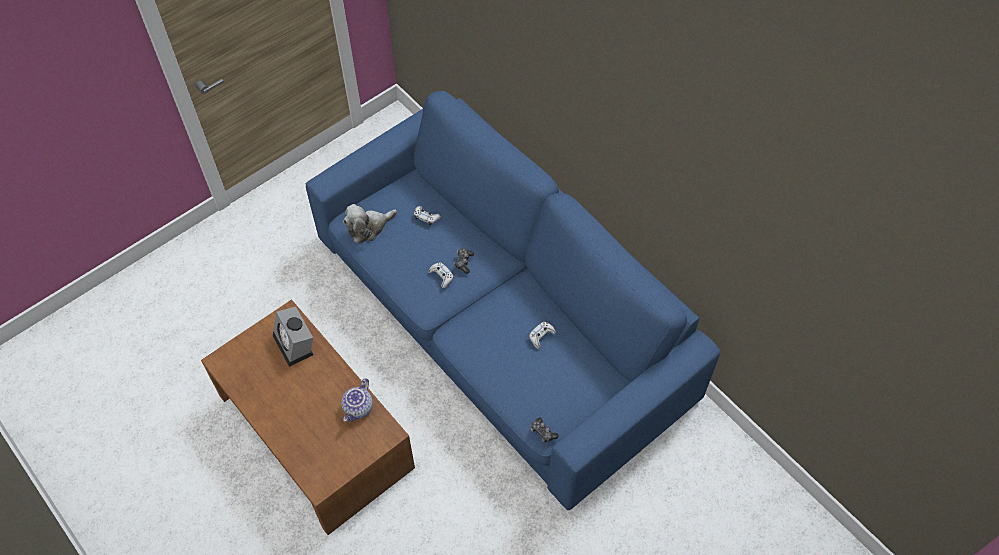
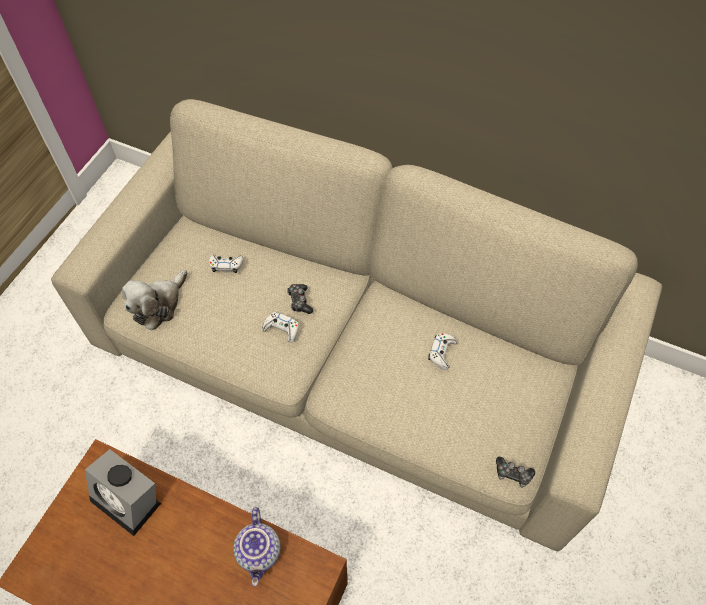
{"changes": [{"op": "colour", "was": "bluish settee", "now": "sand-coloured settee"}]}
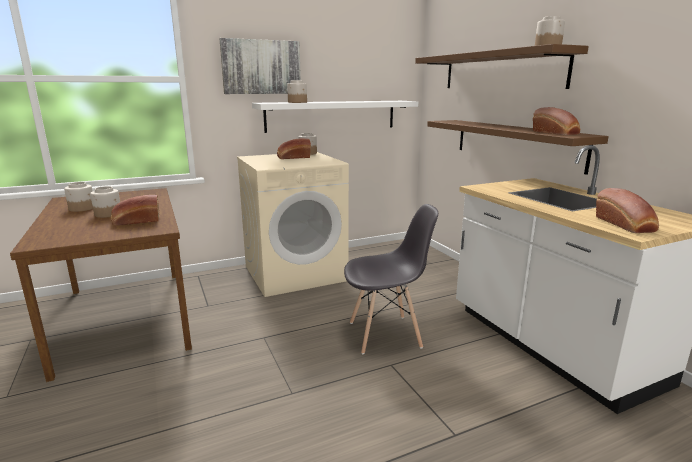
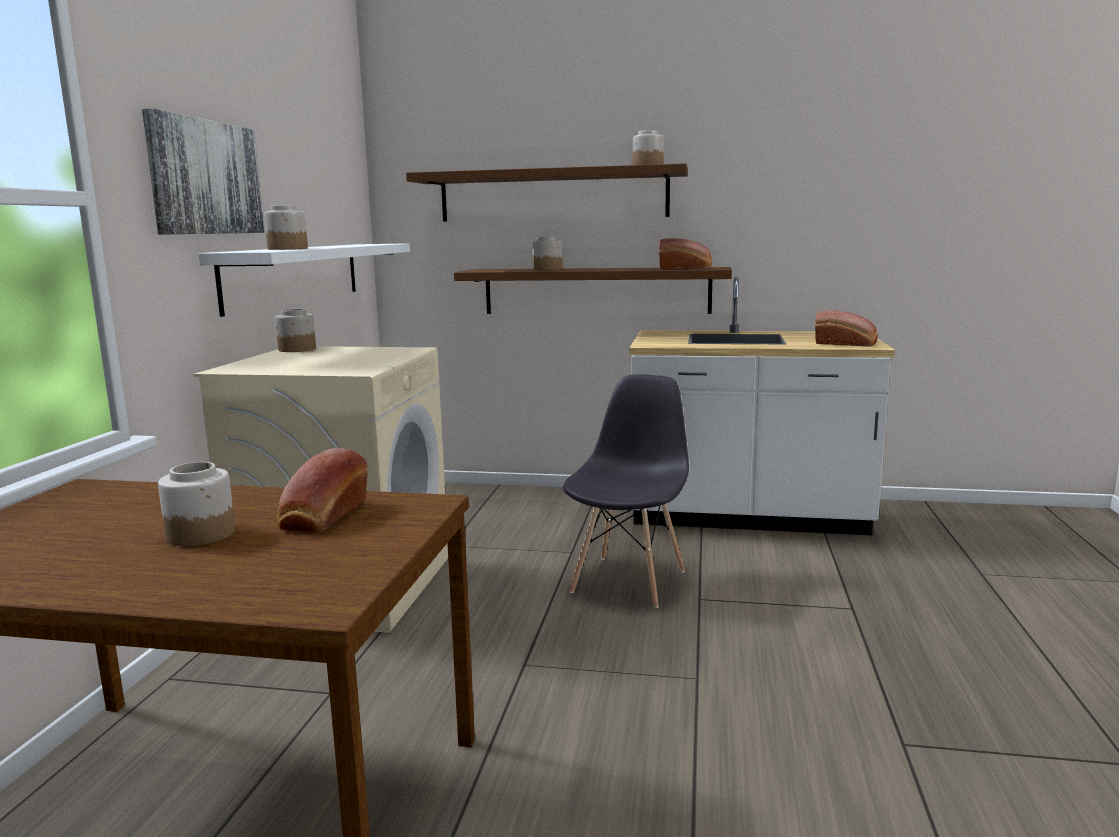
{"changes": [{"op": "relocated", "was": "jar (no. 1 from left in the first image)", "now": "jar (no. 4 from left)"}, {"op": "missing", "was": "bread (no. 2 from left)"}]}
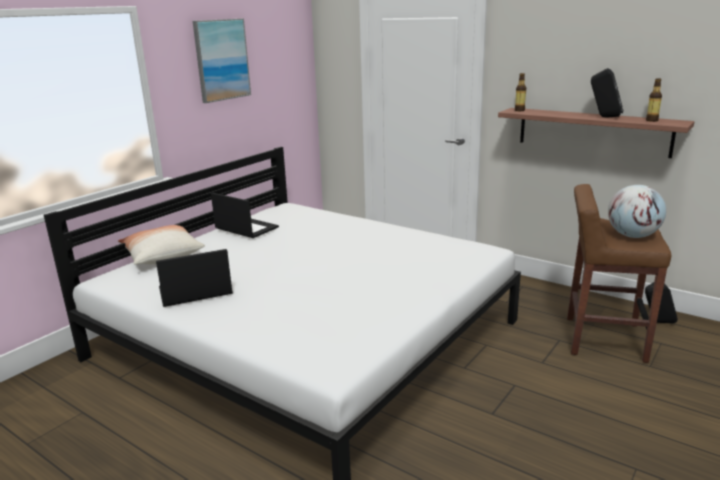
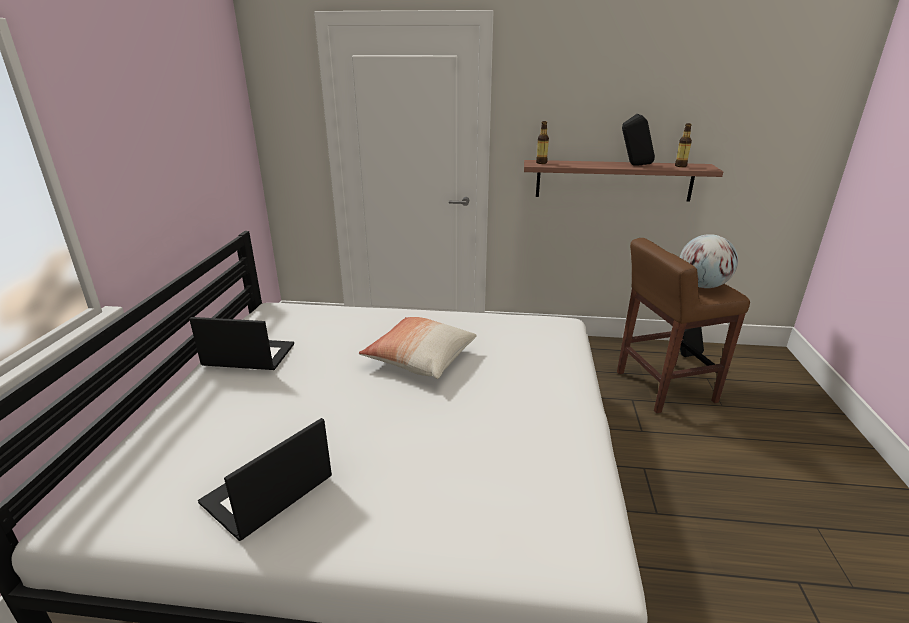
{"changes": [{"op": "relocated", "was": "cushion"}, {"op": "missing", "was": "picture"}]}
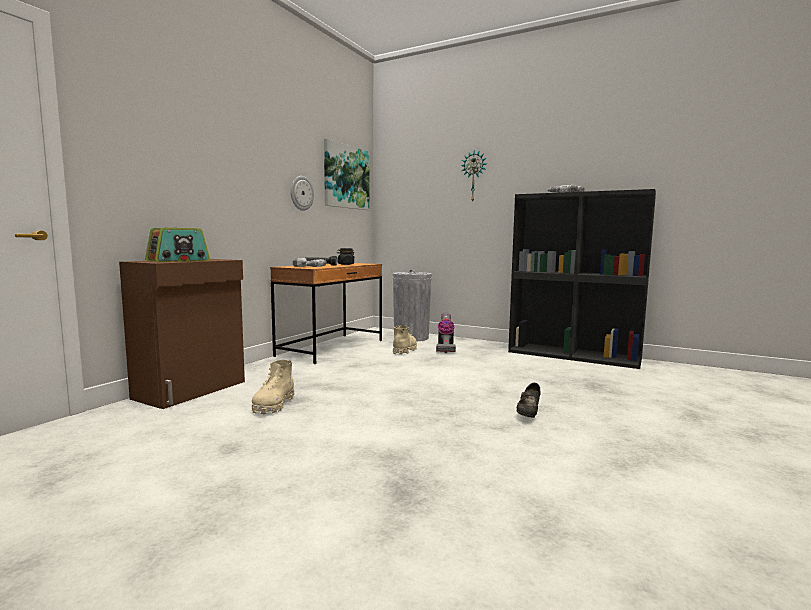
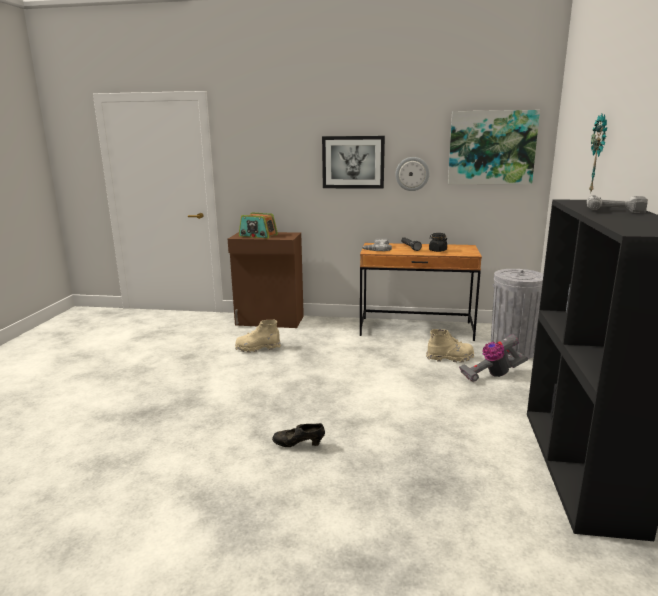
{"changes": [{"op": "appeared", "now": "picture (no. 1 from left)"}]}
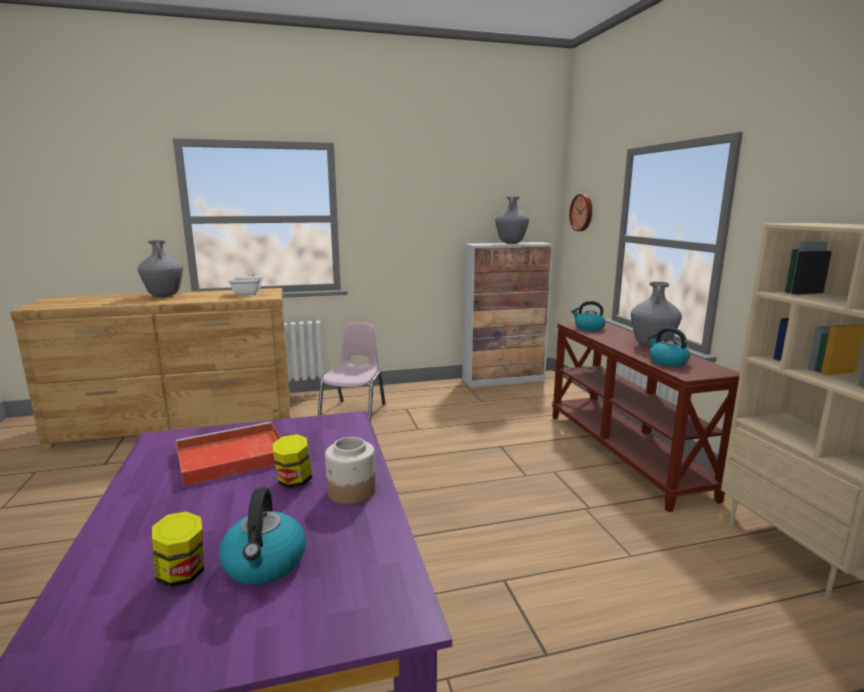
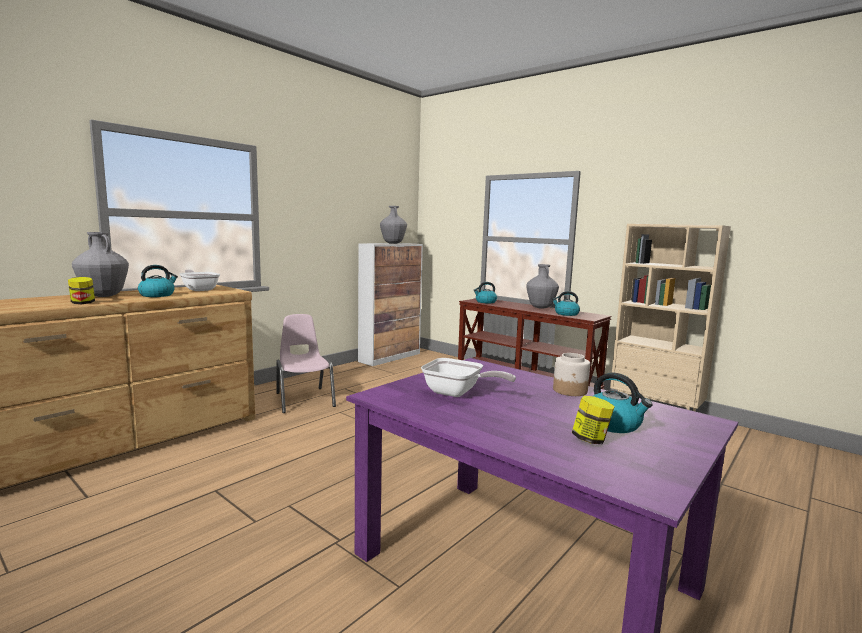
{"changes": [{"op": "exchanged", "was": "red-coloured serving tray", "now": "skillet (no. 2 from left)"}, {"op": "relocated", "was": "jar (no. 2 from left in the first image)", "now": "jar (no. 1 from left)"}, {"op": "missing", "was": "clock on the wall"}, {"op": "appeared", "now": "kettle (no. 1 from left)"}]}
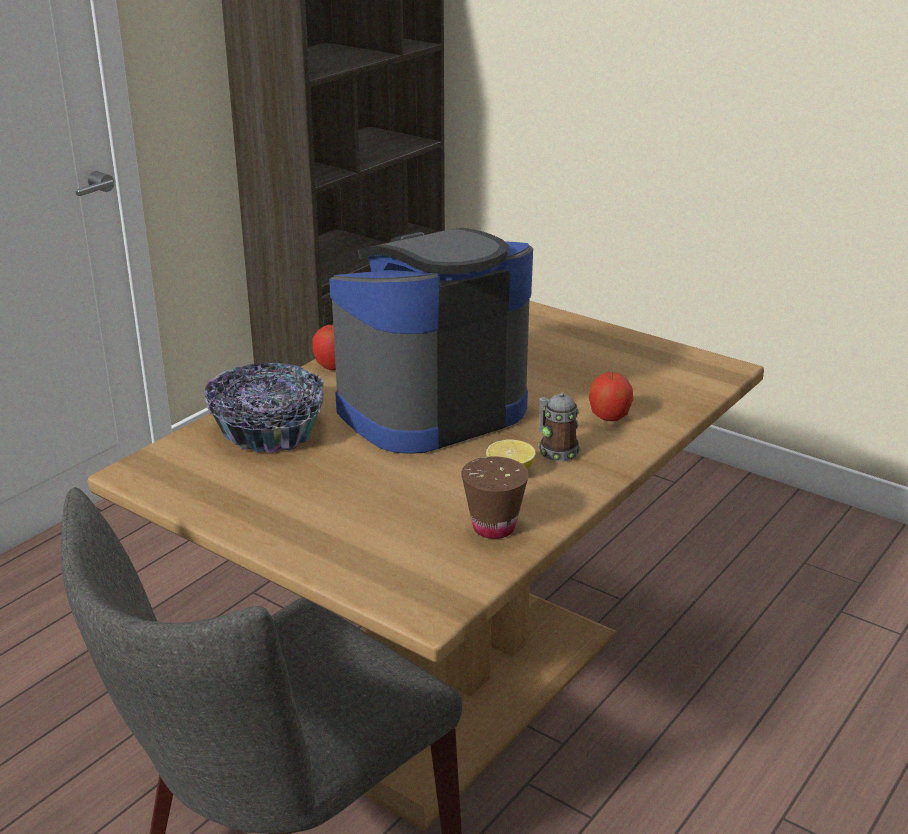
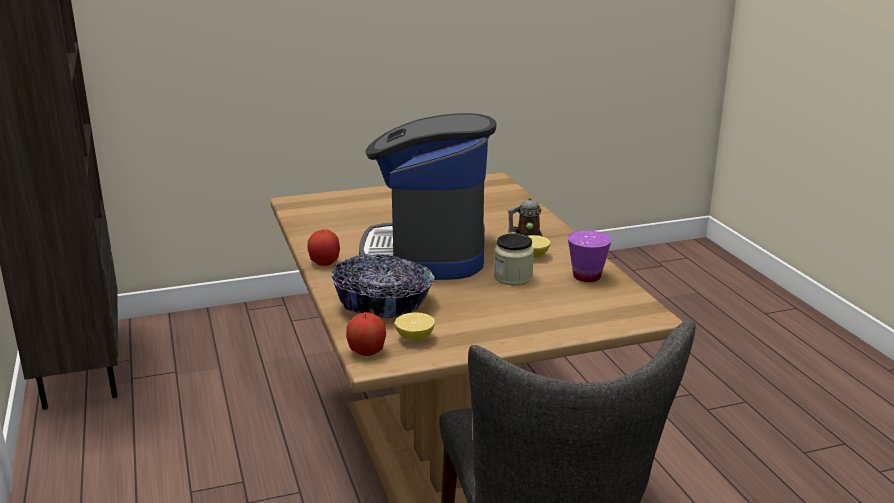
{"changes": [{"op": "colour", "was": "brown small cup", "now": "purple small cup"}, {"op": "relocated", "was": "apple (no. 2 from left)"}, {"op": "appeared", "now": "citrus fruit (no. 1 from left)"}, {"op": "appeared", "now": "jar"}]}
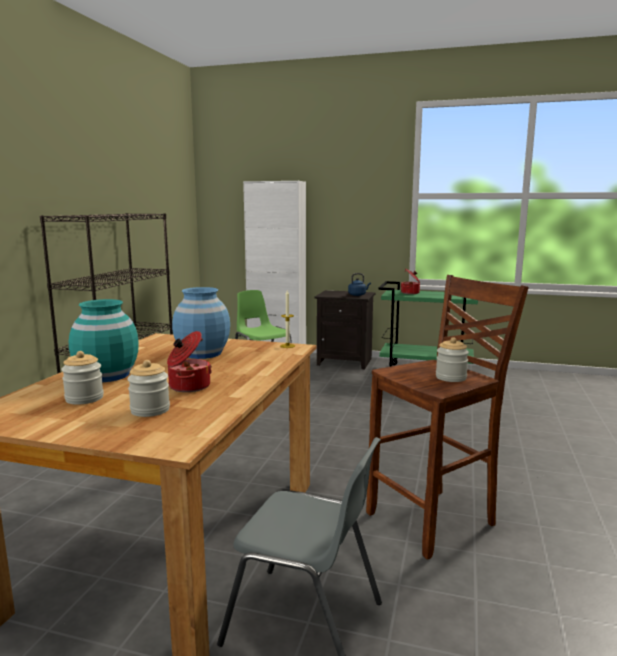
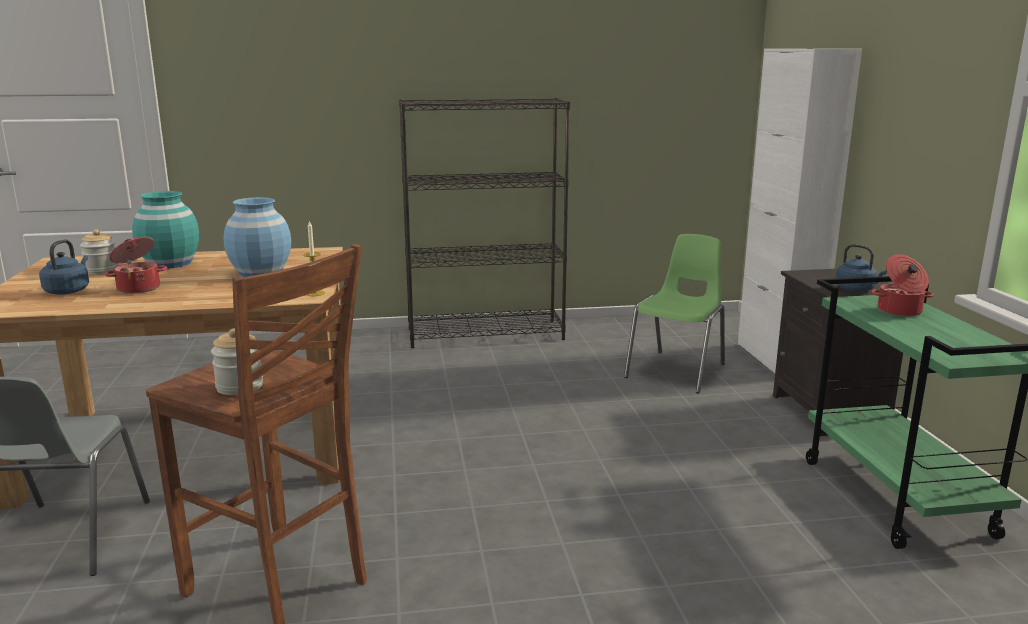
{"changes": [{"op": "exchanged", "was": "jar (no. 2 from left)", "now": "bluish kettle (no. 1 from left)"}]}
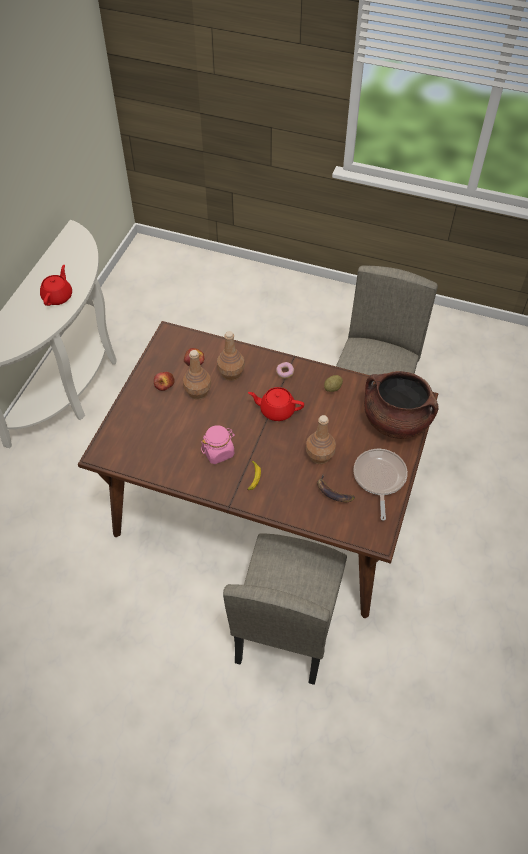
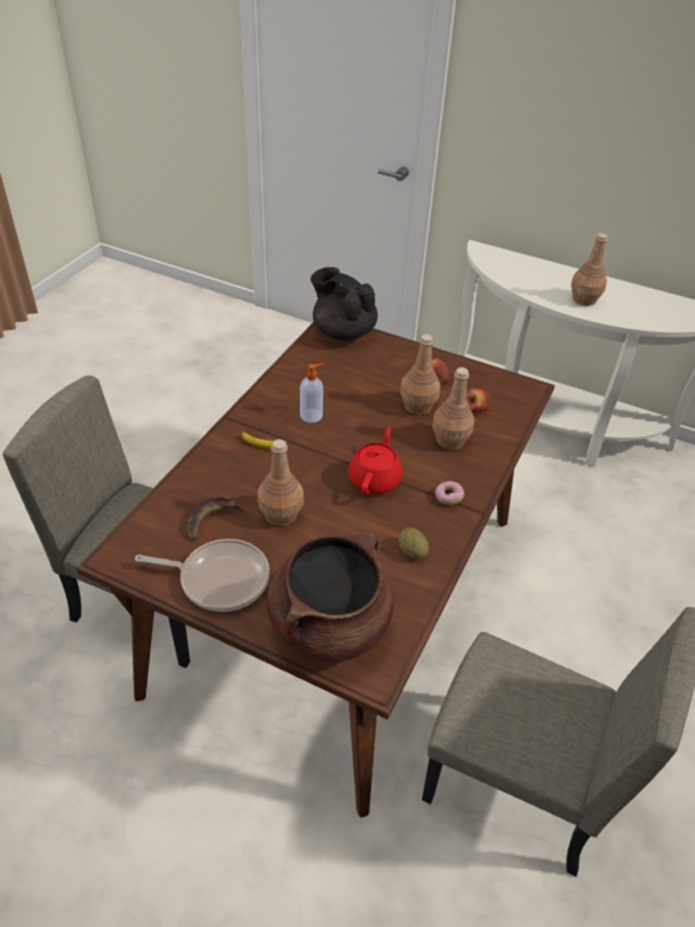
{"changes": [{"op": "exchanged", "was": "red-coloured teapot (no. 1 from left)", "now": "brown drink bottle (no. 4 from left)"}, {"op": "exchanged", "was": "pink jar", "now": "soap bottle"}, {"op": "appeared", "now": "black-coloured teapot"}]}
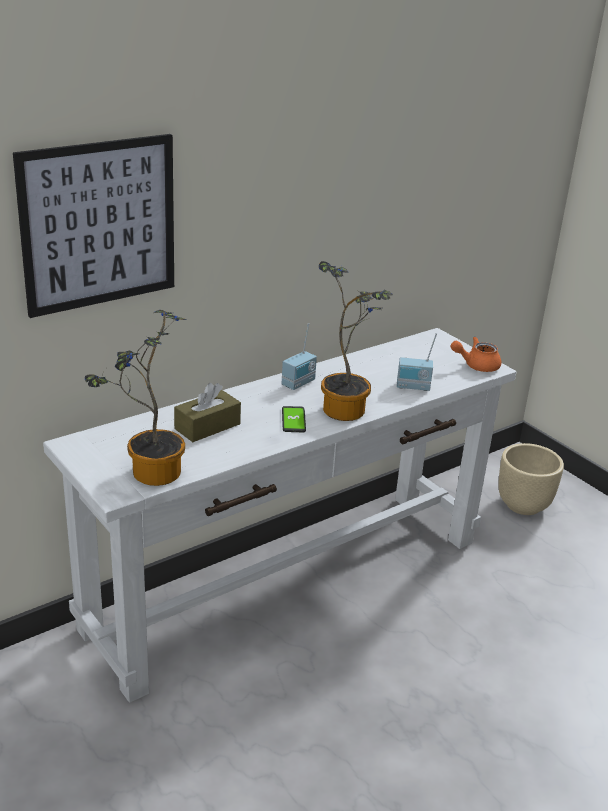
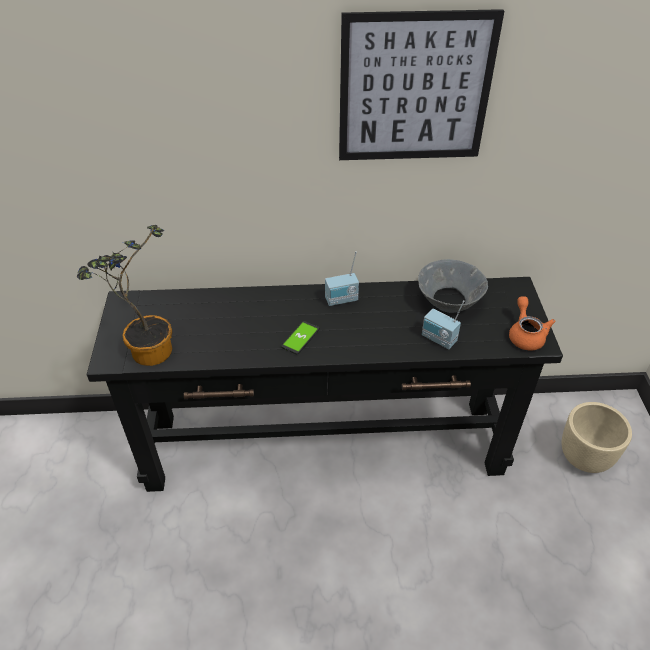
{"changes": [{"op": "relocated", "was": "picture"}, {"op": "colour", "was": "white console table", "now": "black-coloured console table"}, {"op": "missing", "was": "brown tissue holder"}, {"op": "missing", "was": "houseplant (no. 2 from left)"}, {"op": "spun", "was": "orange teapot", "clockwise": 60}, {"op": "appeared", "now": "greyish deep dish"}]}
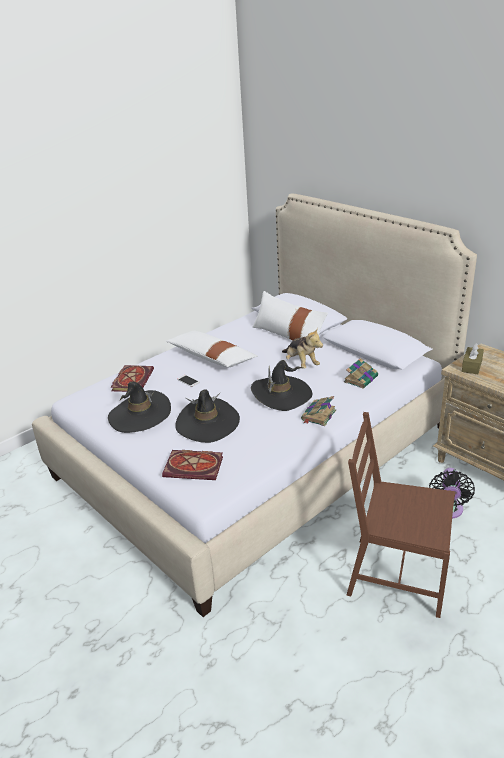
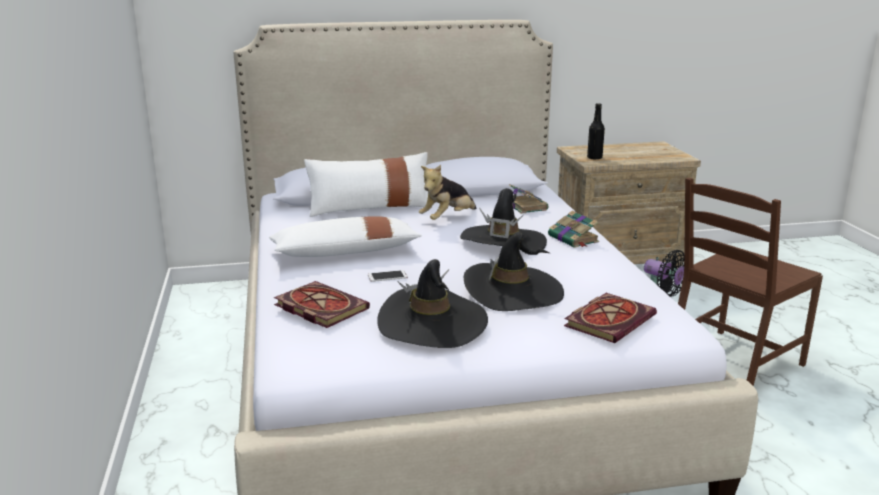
{"changes": [{"op": "spun", "was": "plush toy", "clockwise": 135}, {"op": "exchanged", "was": "brown tissue holder", "now": "black-coloured drink bottle"}]}
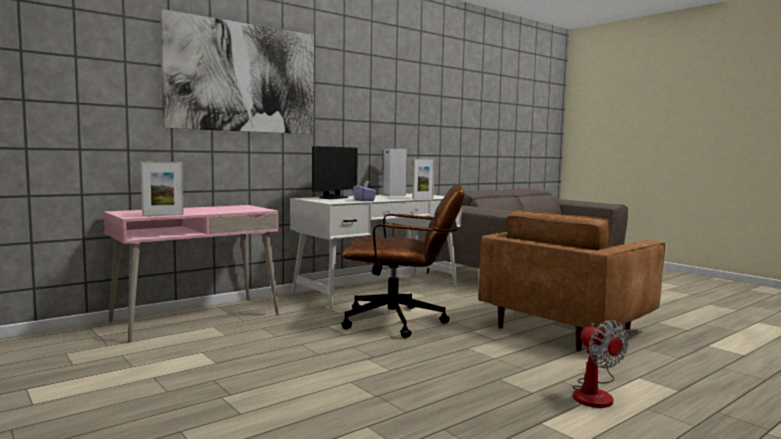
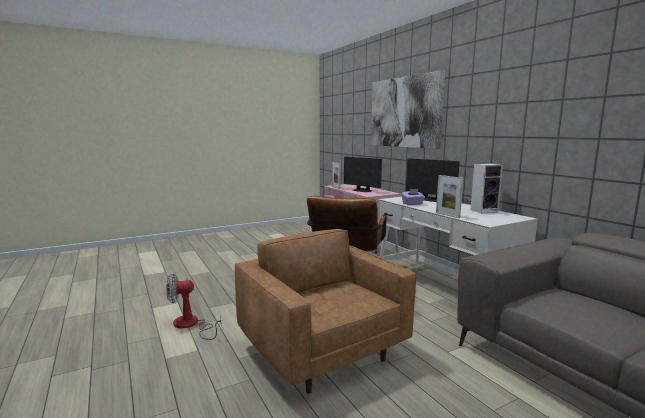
{"changes": [{"op": "appeared", "now": "monitor (no. 1 from left)"}]}
